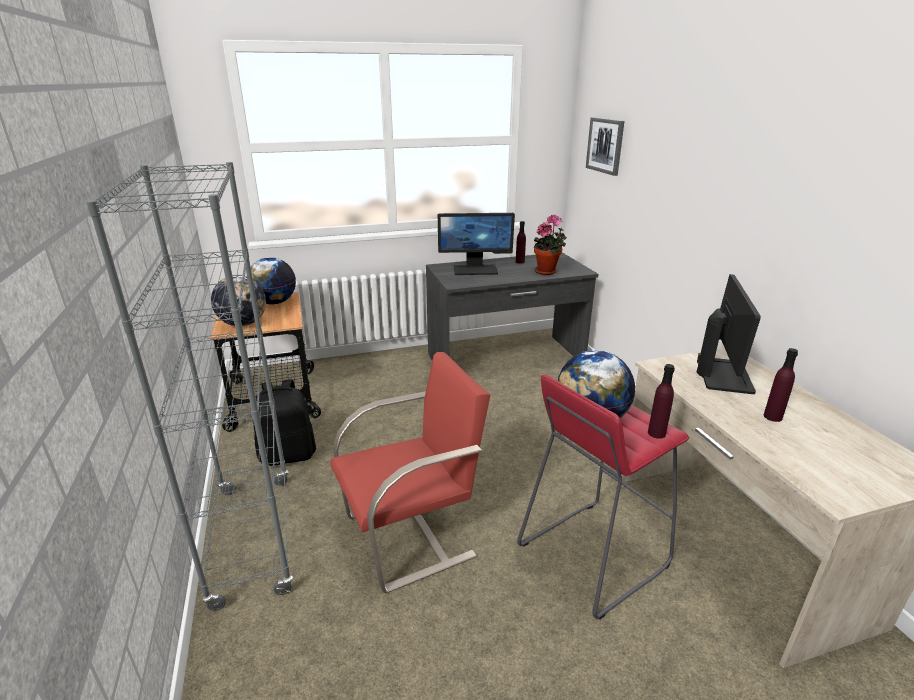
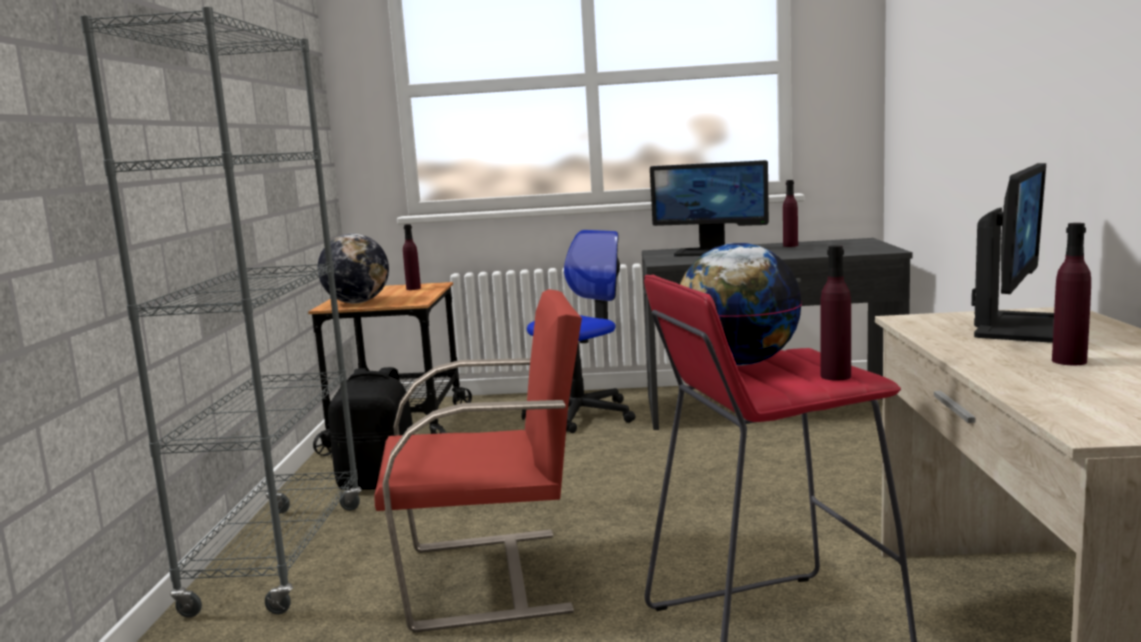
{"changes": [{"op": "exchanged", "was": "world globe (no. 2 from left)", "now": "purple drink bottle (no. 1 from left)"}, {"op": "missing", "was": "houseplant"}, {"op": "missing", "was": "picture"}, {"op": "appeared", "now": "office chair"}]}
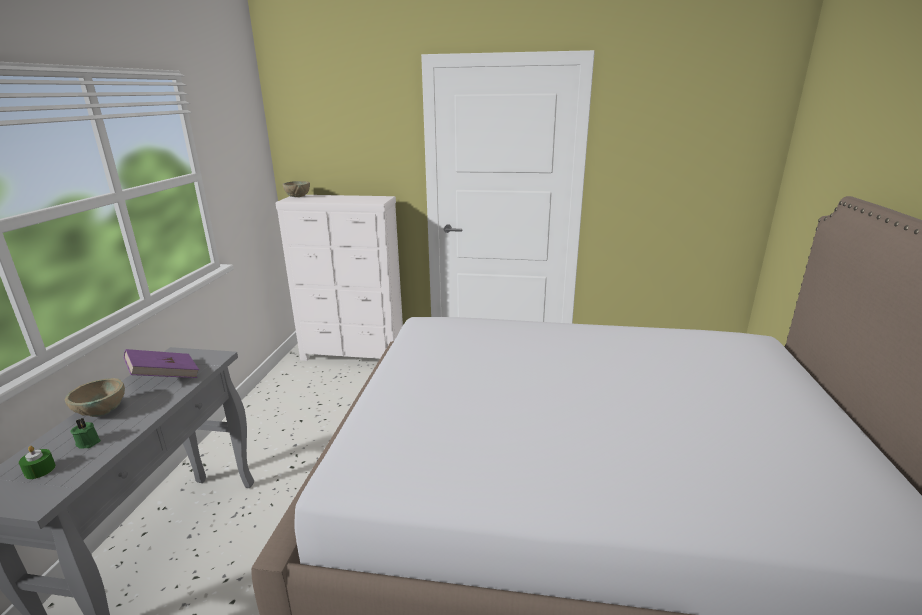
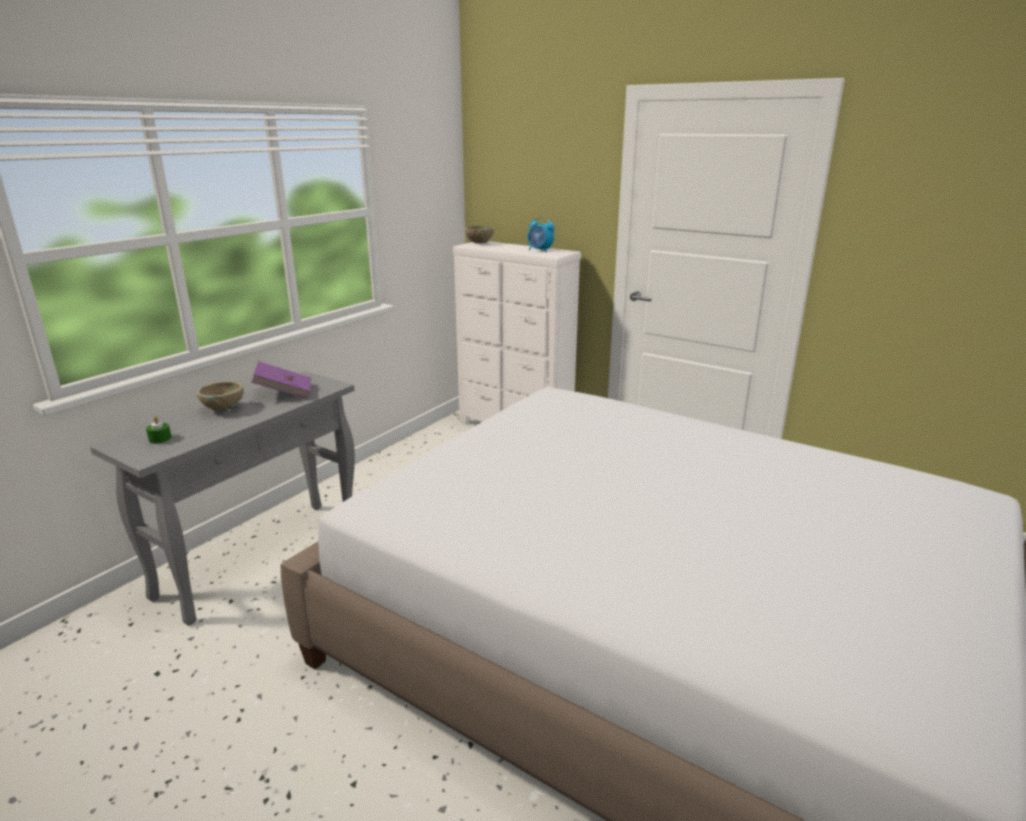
{"changes": [{"op": "missing", "was": "green wax light (no. 2 from left)"}, {"op": "appeared", "now": "bedside clock"}]}
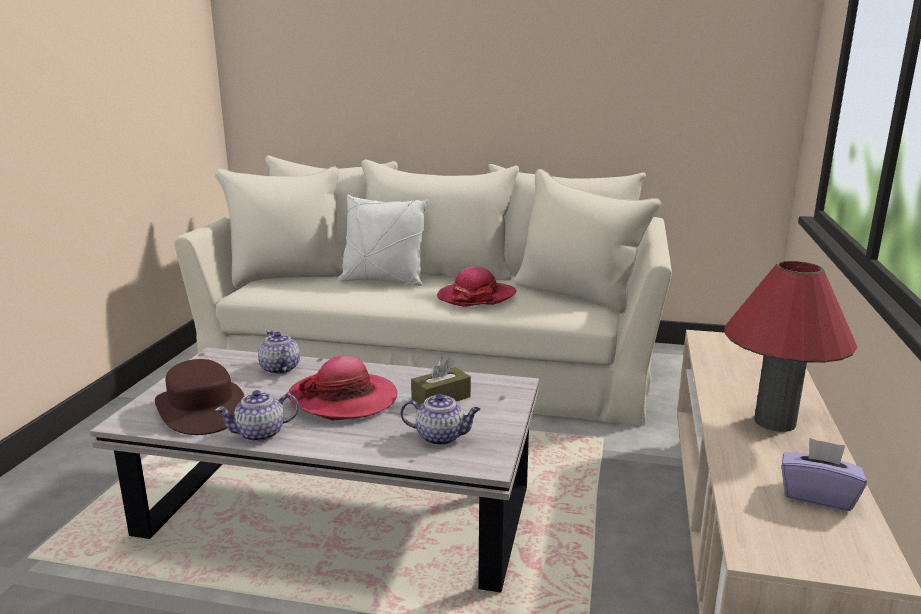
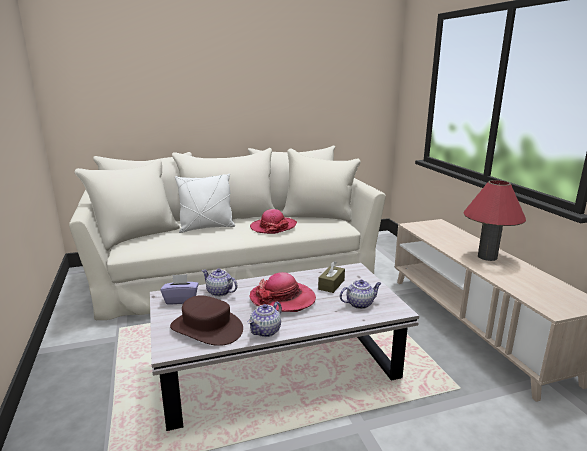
{"changes": [{"op": "relocated", "was": "purple tissue holder"}]}
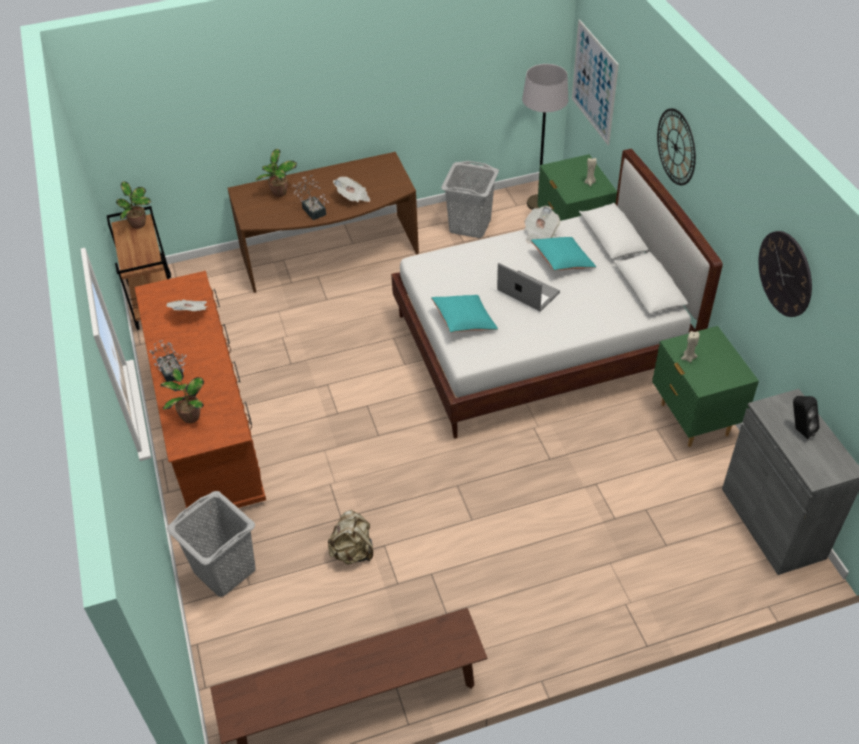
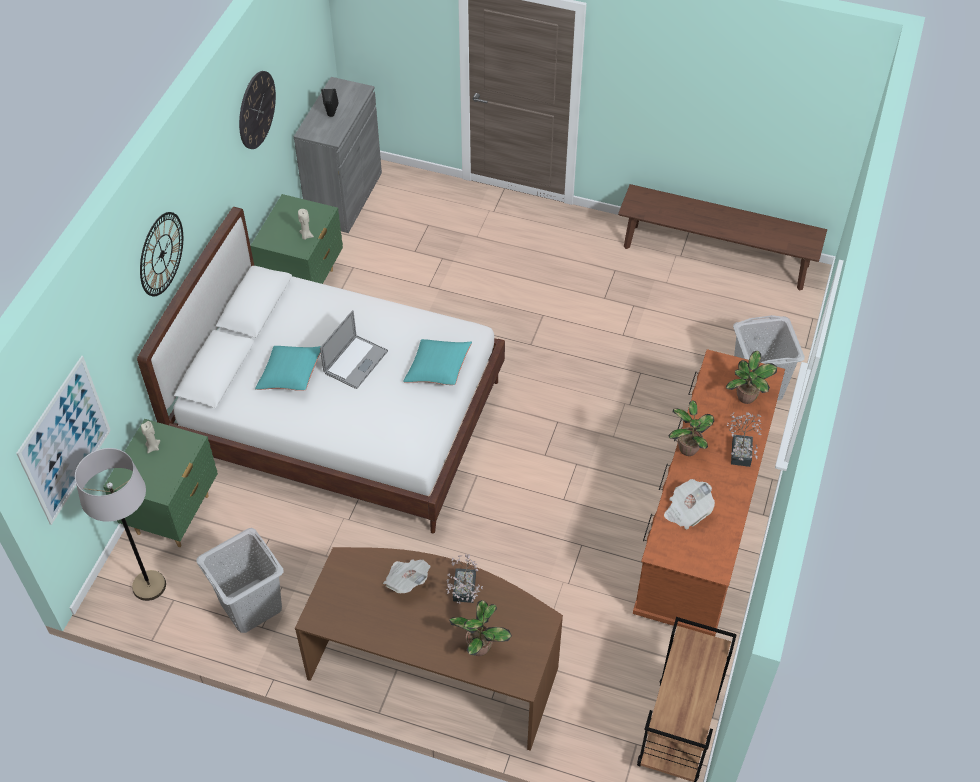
{"changes": [{"op": "relocated", "was": "houseplant (no. 1 from left in the first image)", "now": "houseplant (no. 3 from left)"}, {"op": "missing", "was": "sand-coloured backpack"}, {"op": "spun", "was": "notebook computer", "clockwise": -135}, {"op": "missing", "was": "printed paper (no. 3 from left)"}]}
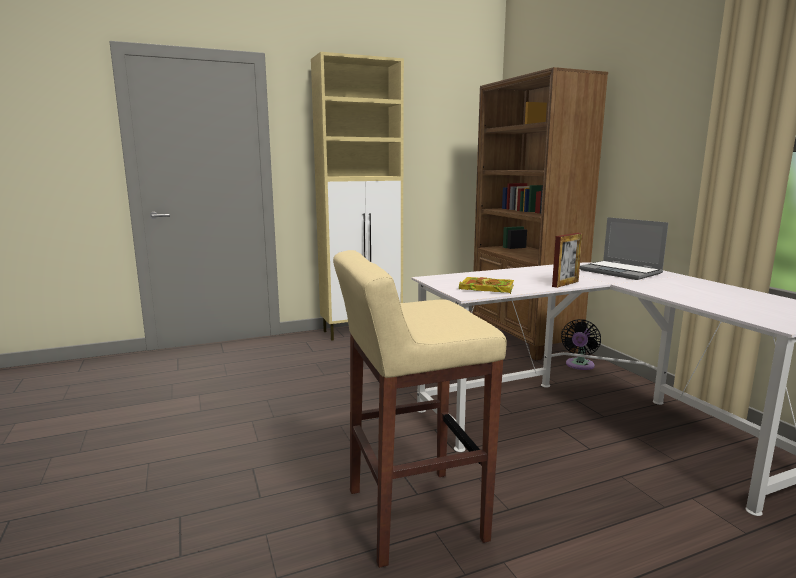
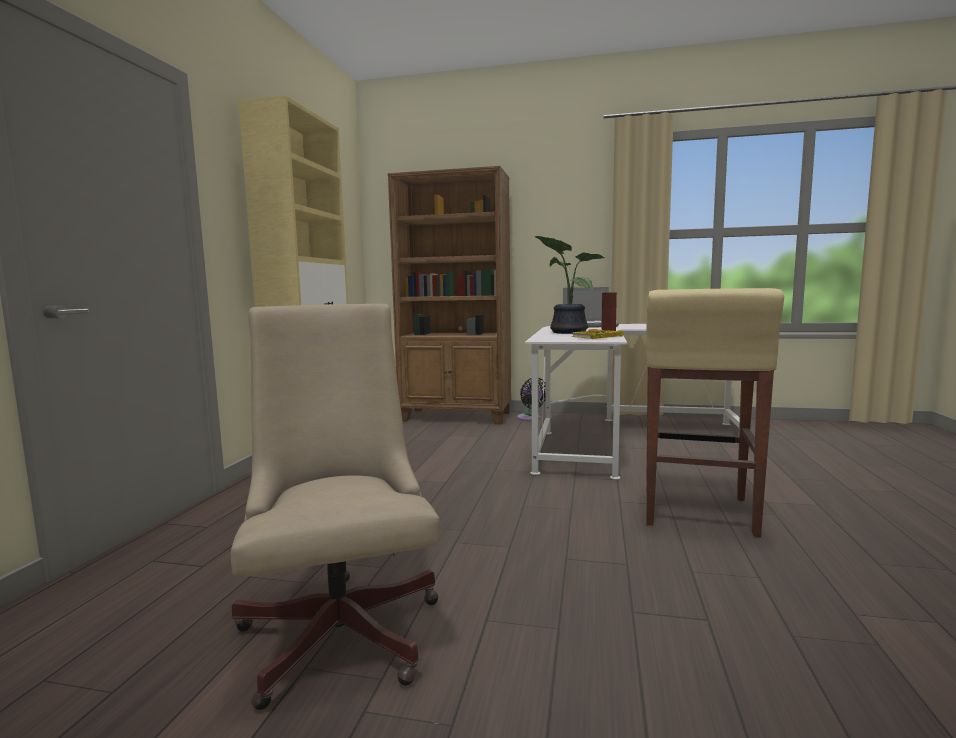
{"changes": [{"op": "appeared", "now": "sand-coloured office chair"}, {"op": "appeared", "now": "houseplant"}]}
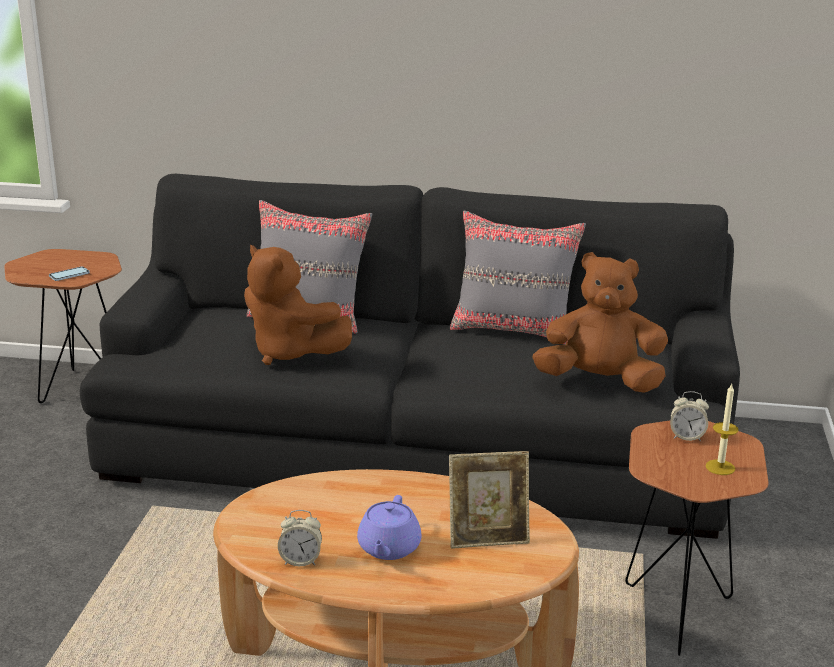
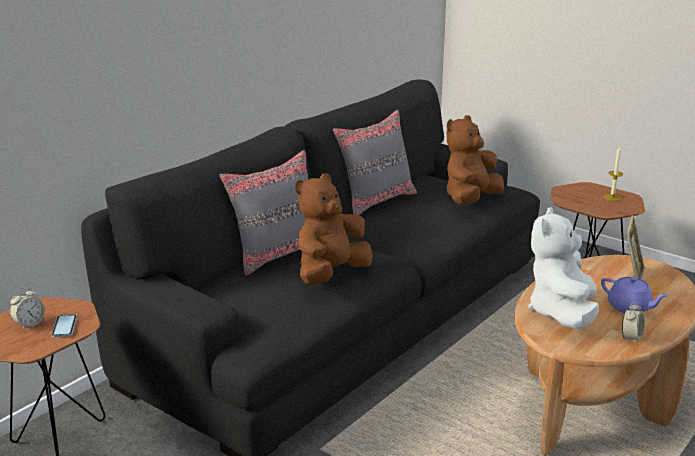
{"changes": [{"op": "spun", "was": "brown plush toy (no. 1 from left)", "clockwise": 150}, {"op": "relocated", "was": "bedside clock (no. 2 from left in the first image)", "now": "bedside clock (no. 1 from left)"}, {"op": "appeared", "now": "white plush toy"}]}
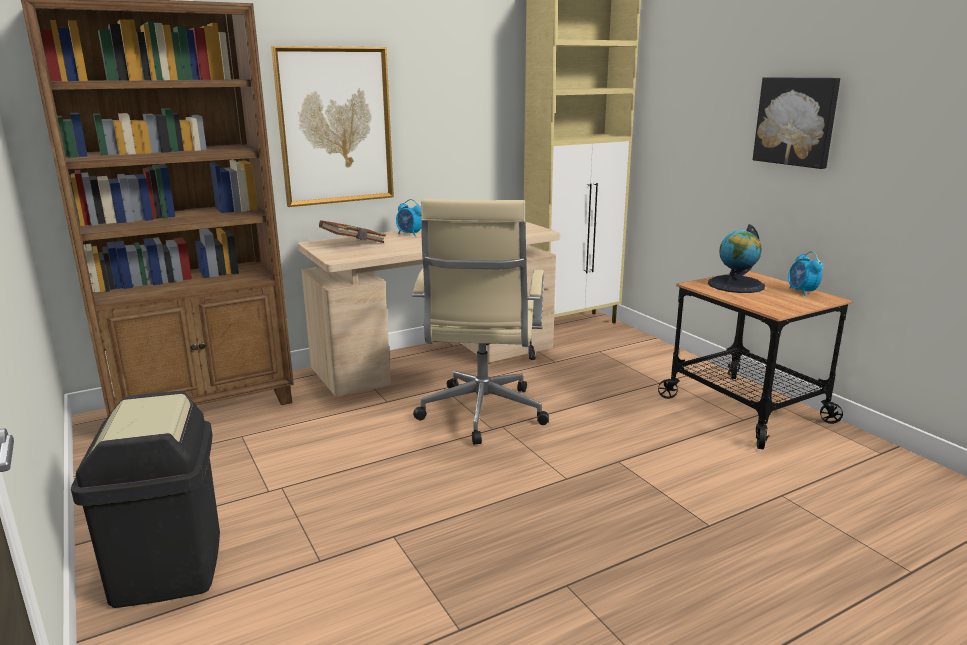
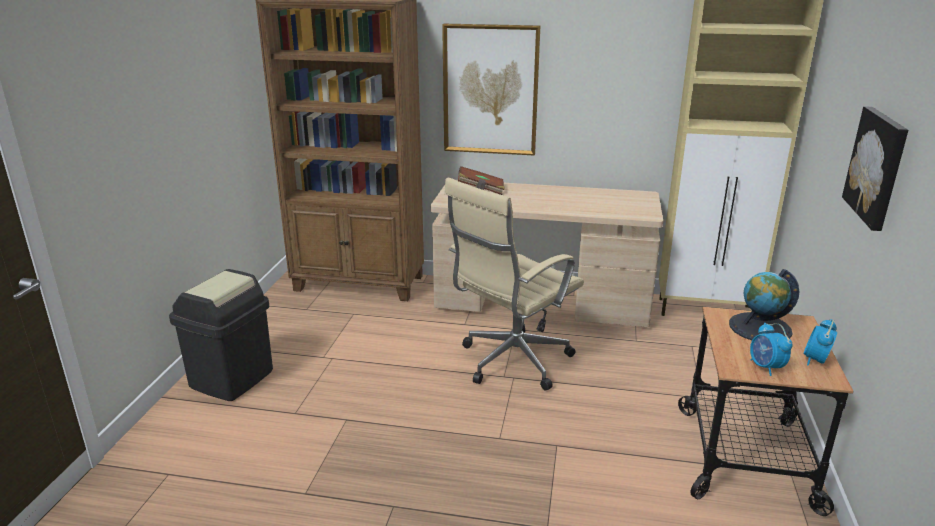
{"changes": [{"op": "relocated", "was": "bedside clock (no. 1 from left)"}]}
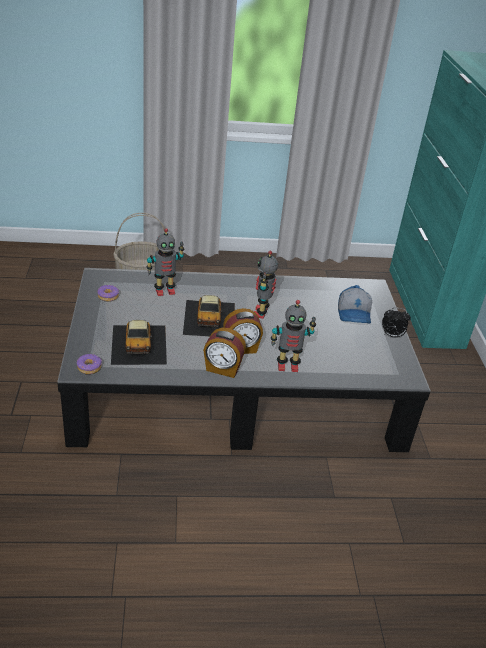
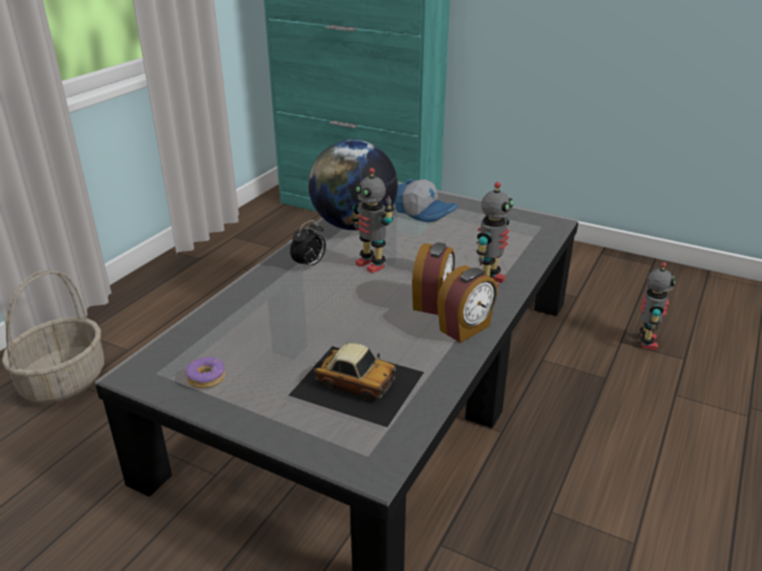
{"changes": [{"op": "missing", "was": "donut (no. 1 from left)"}, {"op": "relocated", "was": "robot figure (no. 1 from left in the first image)", "now": "robot figure (no. 3 from left)"}, {"op": "missing", "was": "toy car (no. 2 from left)"}, {"op": "relocated", "was": "bedside clock (no. 3 from left in the first image)", "now": "bedside clock (no. 1 from left)"}, {"op": "appeared", "now": "world globe"}]}
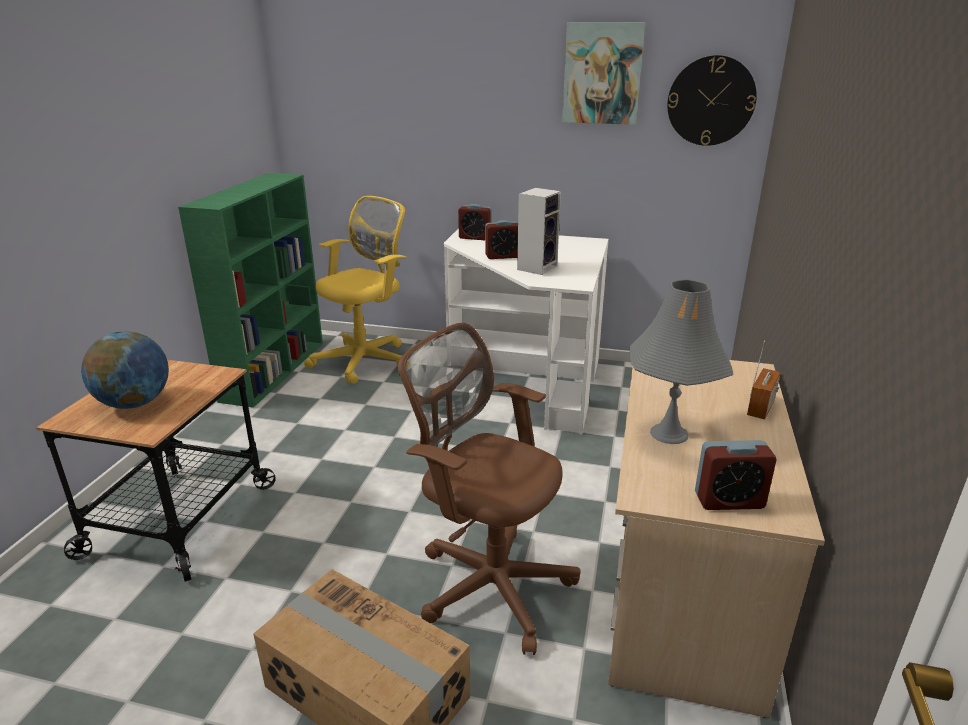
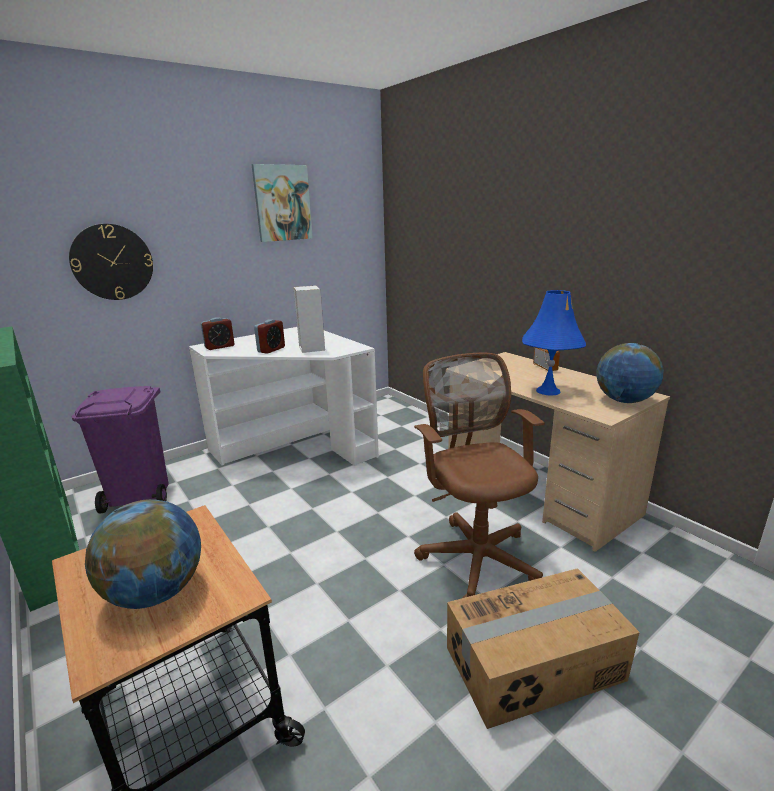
{"changes": [{"op": "exchanged", "was": "yellow-coloured office chair", "now": "purple waste bin"}, {"op": "spun", "was": "brown office chair", "clockwise": 90}, {"op": "colour", "was": "greyish table lamp", "now": "bluish table lamp"}, {"op": "relocated", "was": "clock on the wall"}, {"op": "exchanged", "was": "bedside clock (no. 3 from left)", "now": "world globe (no. 2 from left)"}]}
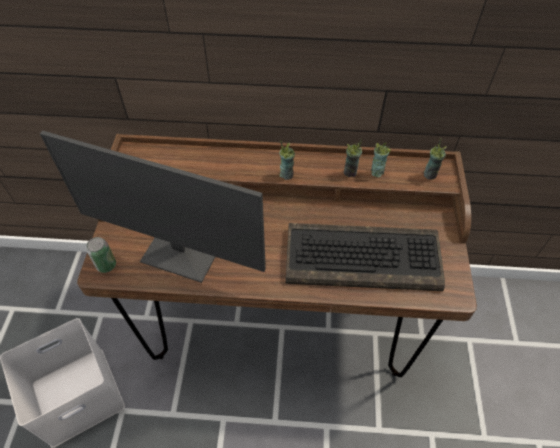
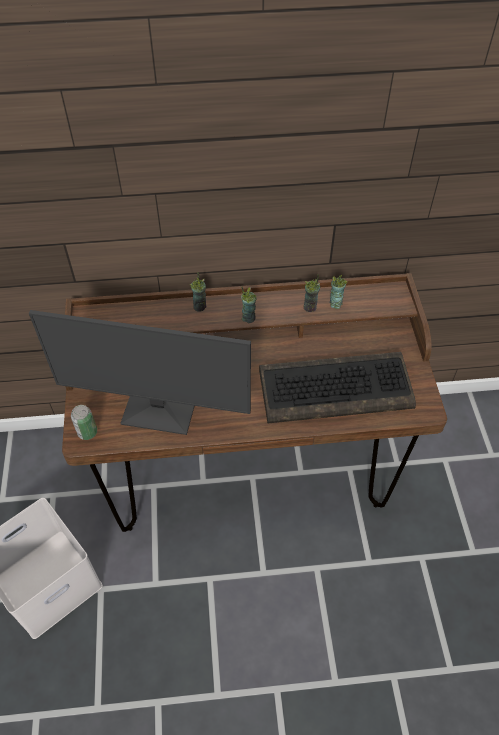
{"changes": [{"op": "relocated", "was": "small cup (no. 4 from left in the first image)", "now": "small cup (no. 1 from left)"}]}
